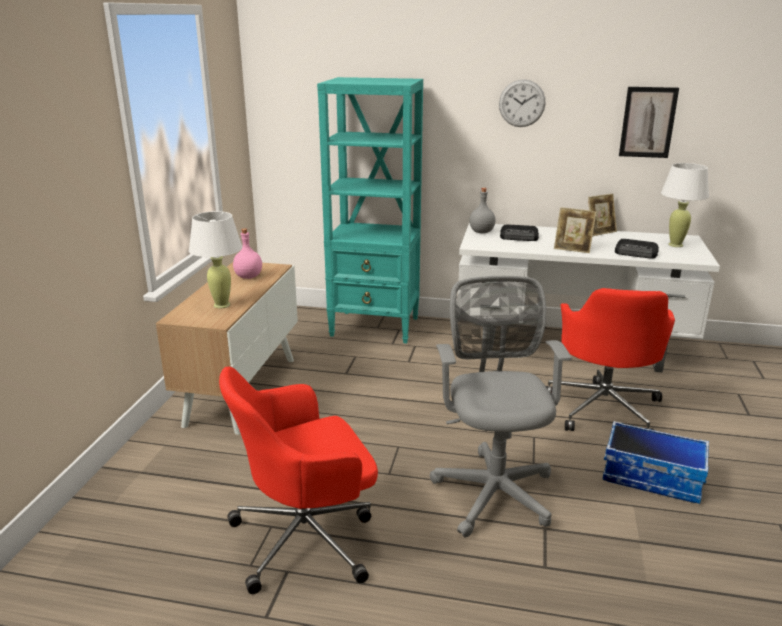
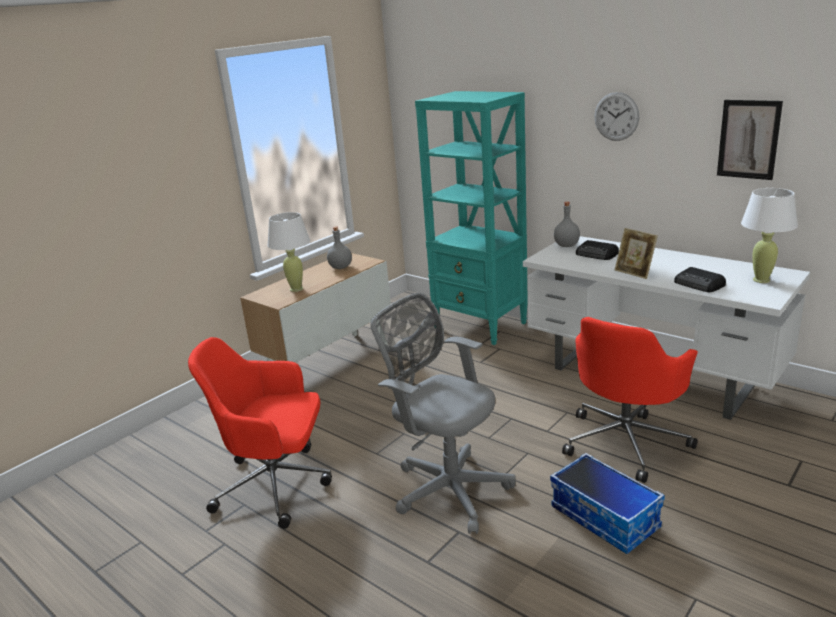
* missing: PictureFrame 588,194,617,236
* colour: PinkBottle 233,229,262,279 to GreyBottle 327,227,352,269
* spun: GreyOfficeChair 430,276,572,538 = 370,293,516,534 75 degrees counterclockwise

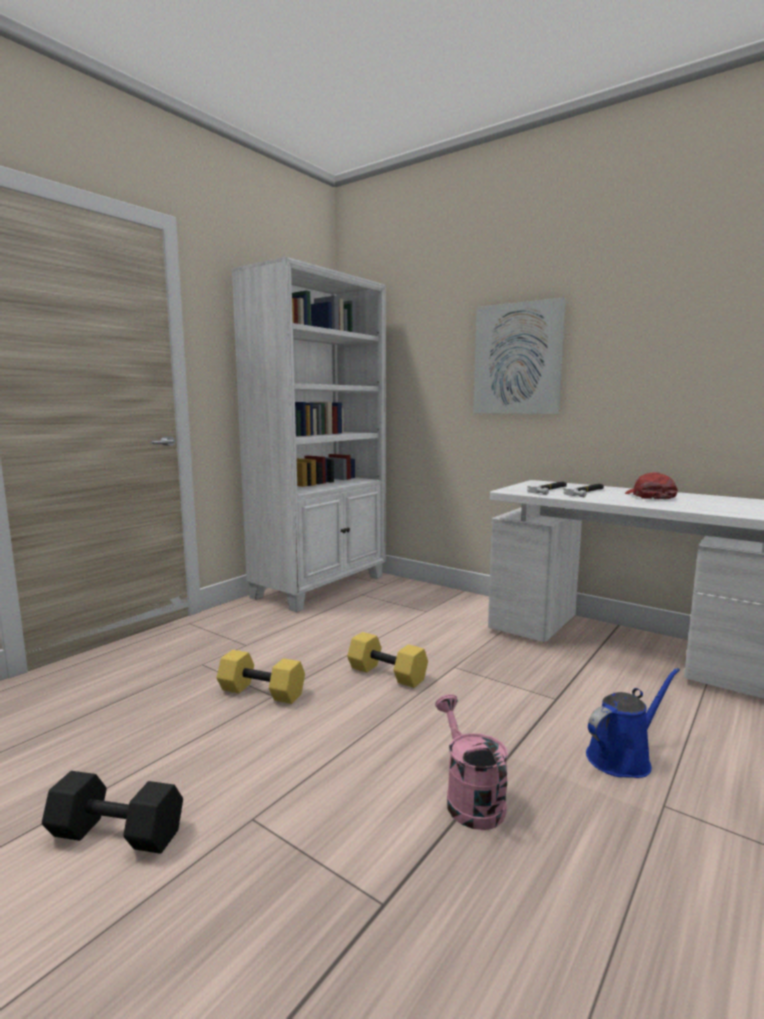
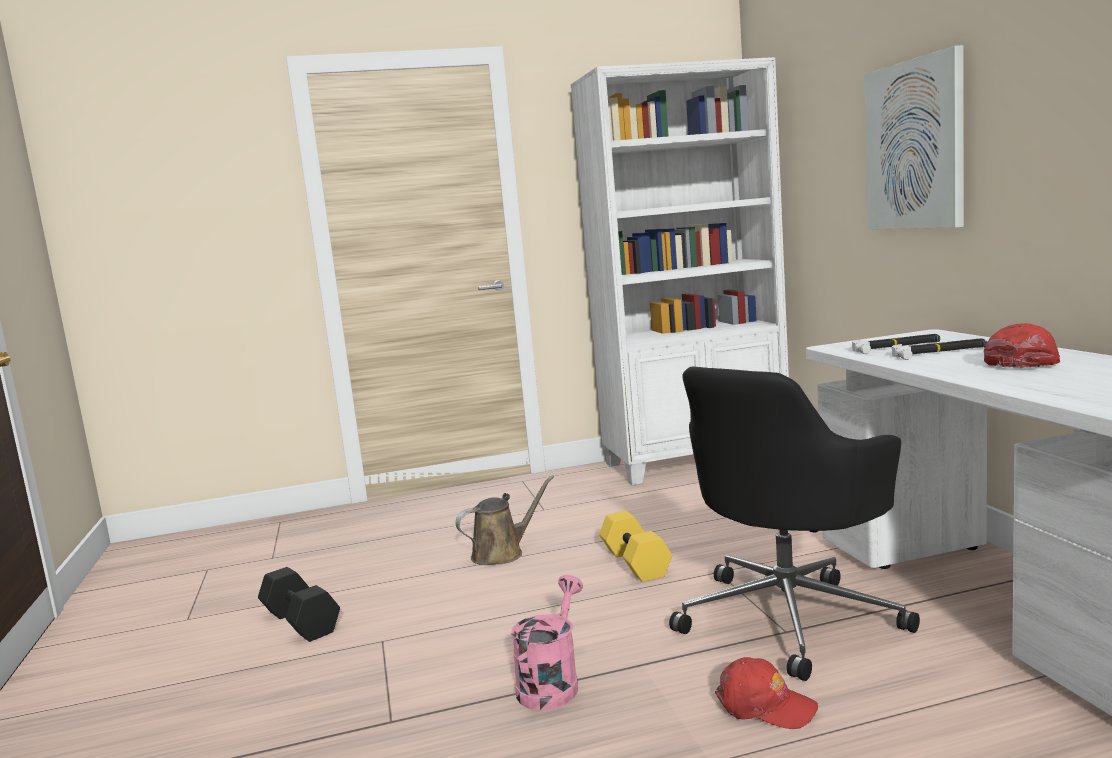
* exchanged: YellowDumbbell 217,650,305,704 to BrownWateringCan 455,475,554,565
* exchanged: BlueWateringCan 586,668,680,778 to RedCap 715,657,818,729
* appeared: BlackOfficeChair 669,367,920,681

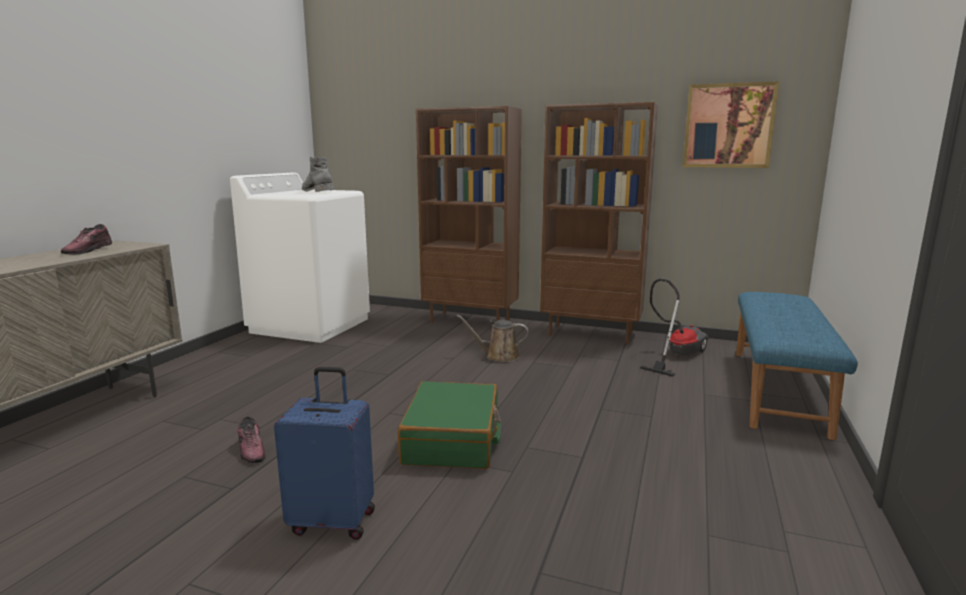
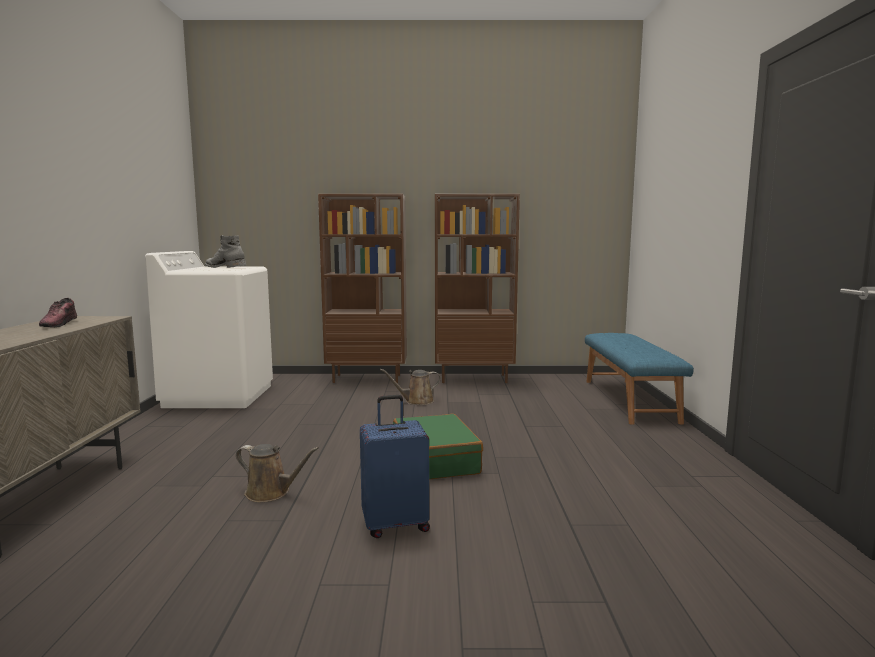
* missing: Picture 683,81,779,168
* missing: VacuumCleaner 640,279,709,377
* exchanged: Shoe 238,416,266,463 to BrownWateringCan 236,444,319,502

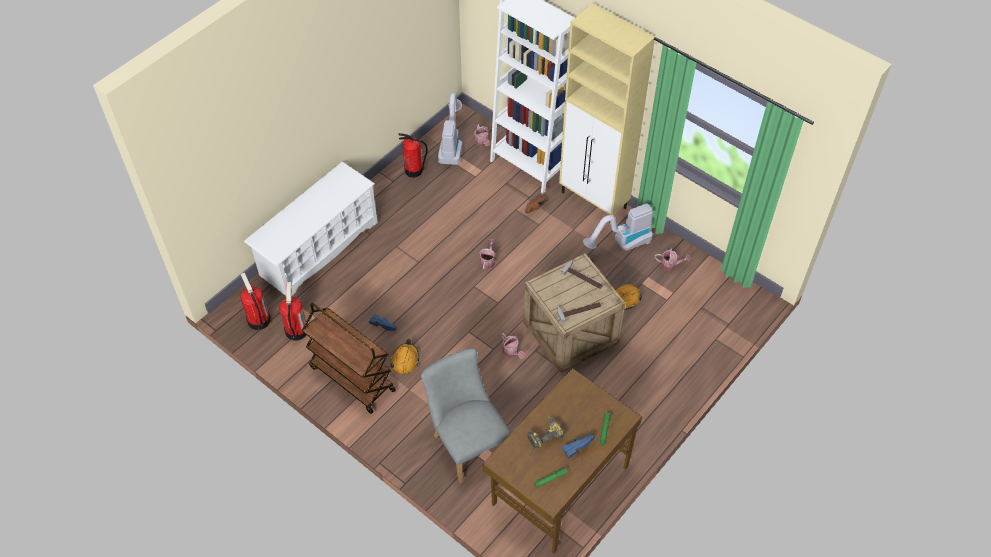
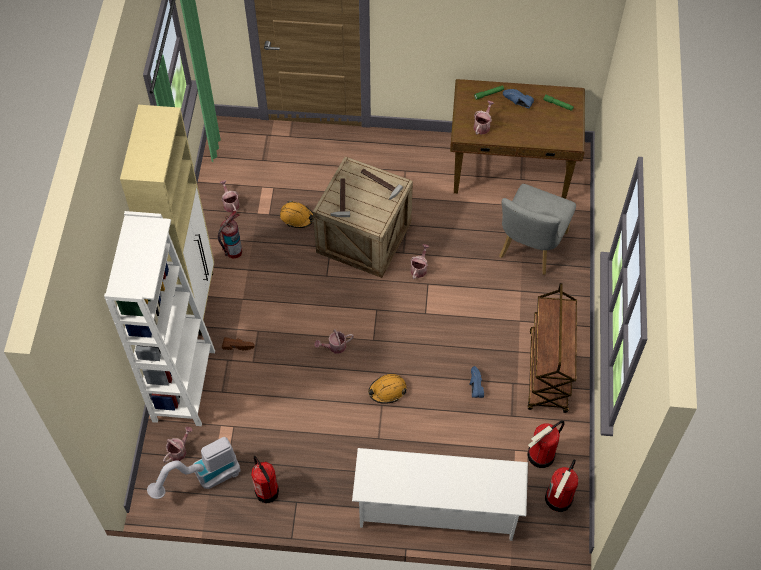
* exchanged: VacuumCleaner 583,203,653,251 to FireExtinguisher 218,211,242,258
* relocated: OrangeHardHat 390,339,419,374 to 368,374,406,404
* missing: PowerDrill 527,416,565,450
* appeared: WateringCan 474,101,494,135

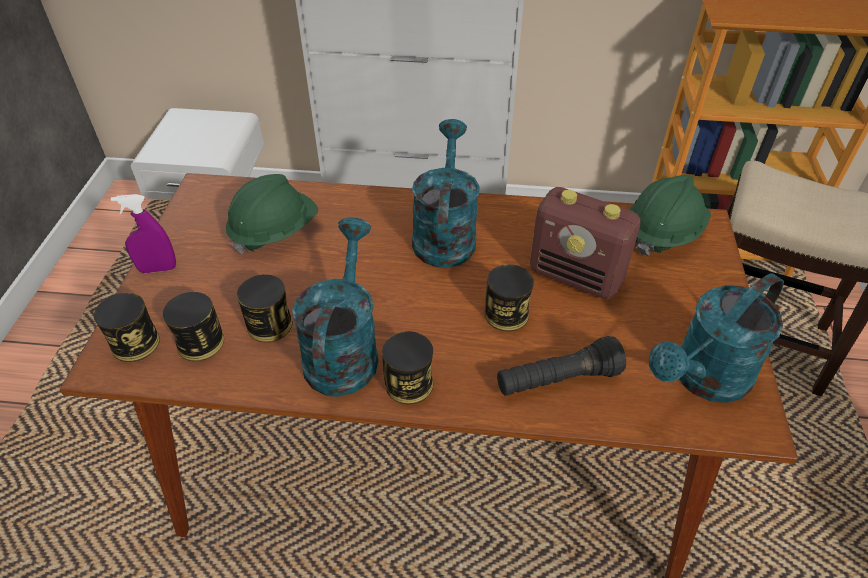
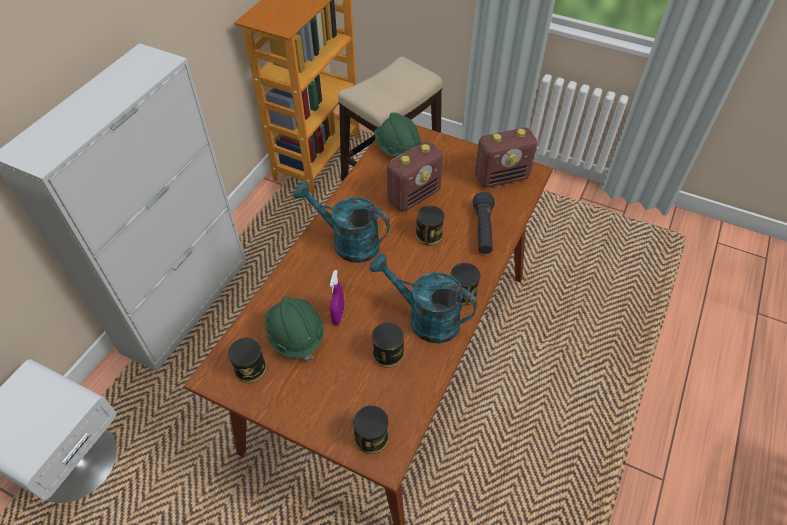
* relocated: PurpleSprayBottle 111,194,176,273 to 330,270,344,325
* exchanged: TurquoiseWateringCan 649,273,784,403 to Radio 474,128,537,188
* relocated: Can 163,292,224,361 to 228,338,266,383

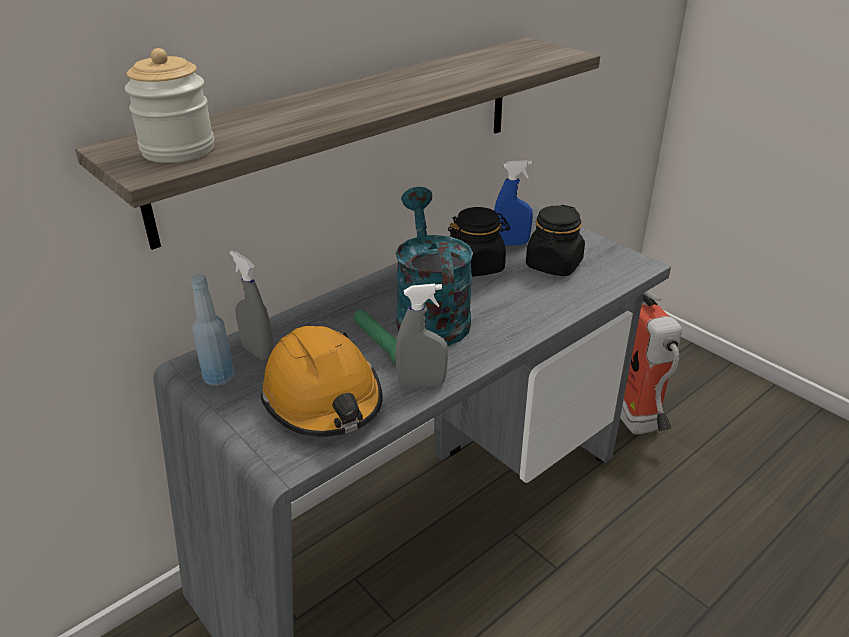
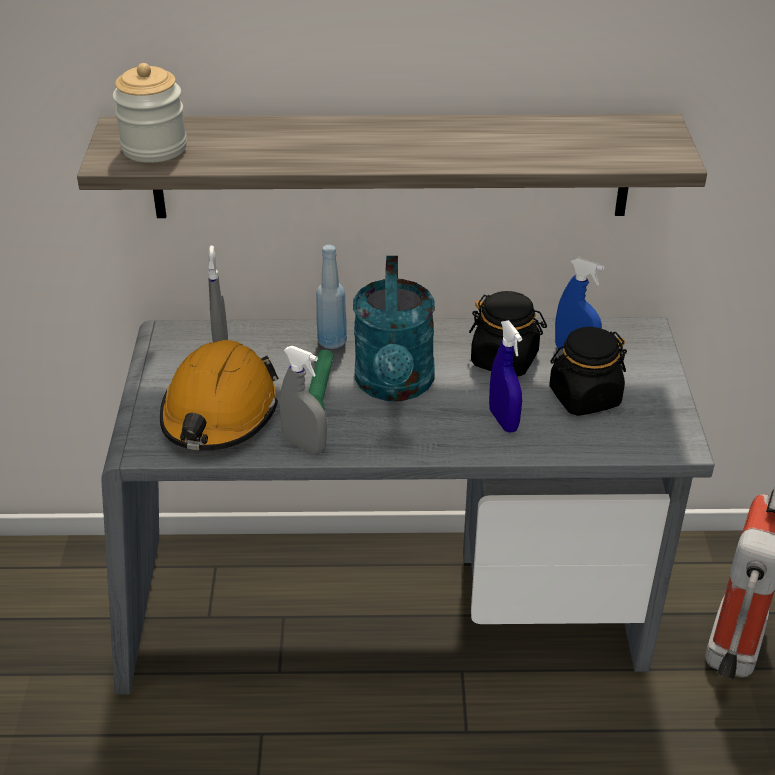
* spun: TurquoiseWateringCan 396,187,473,346 = 353,256,435,402 150 degrees clockwise
* relocated: BlueBottle 191,275,234,386 to 316,245,347,349
* appeared: BlueSprayBottle 489,320,522,432

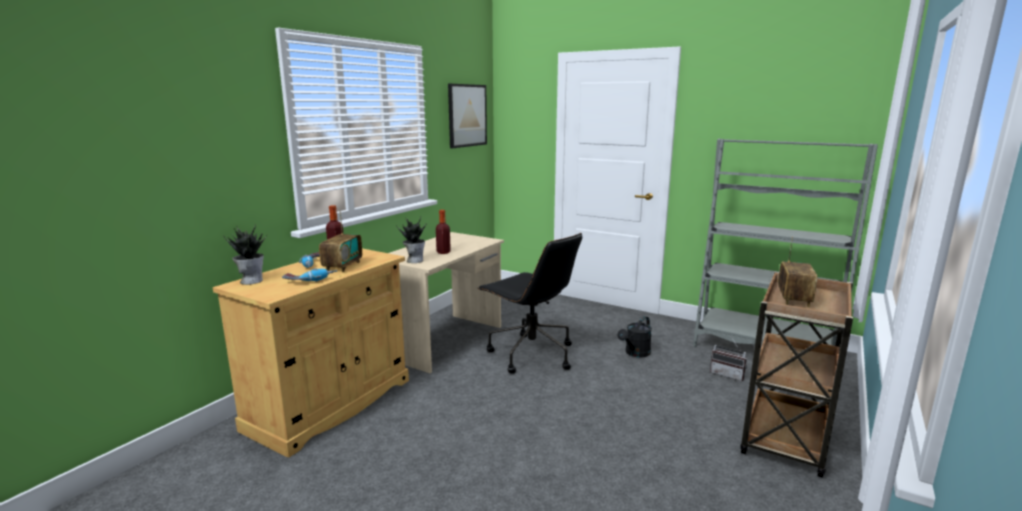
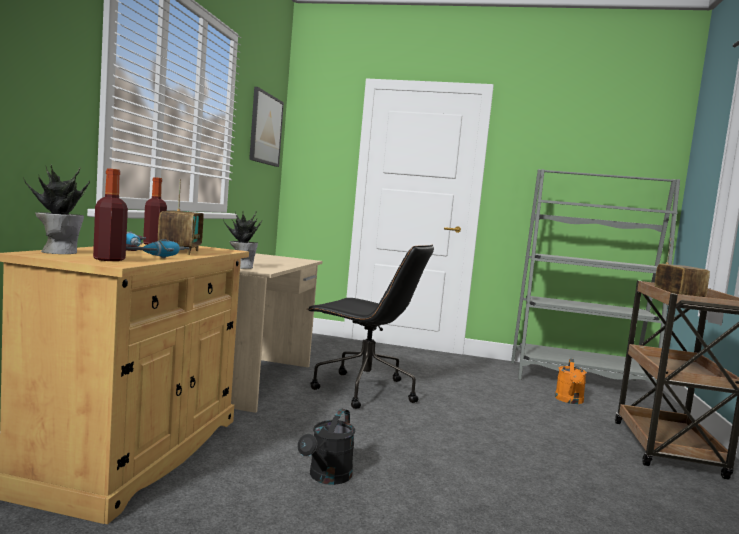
* relocated: Bottle 436,210,451,254 to 93,168,128,261
* relocated: BlackWateringCan 618,316,652,358 to 298,409,355,485
* exchanged: Radio 710,337,747,381 to OrangeWateringCan 555,359,587,404

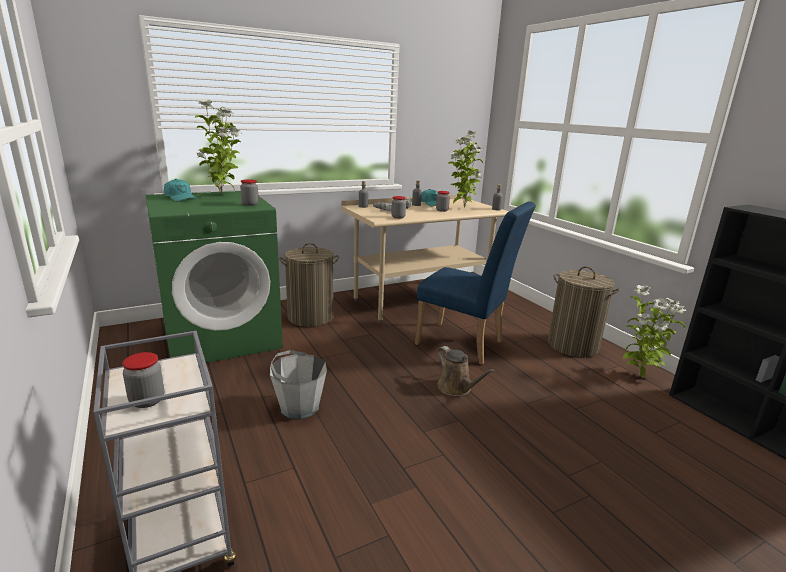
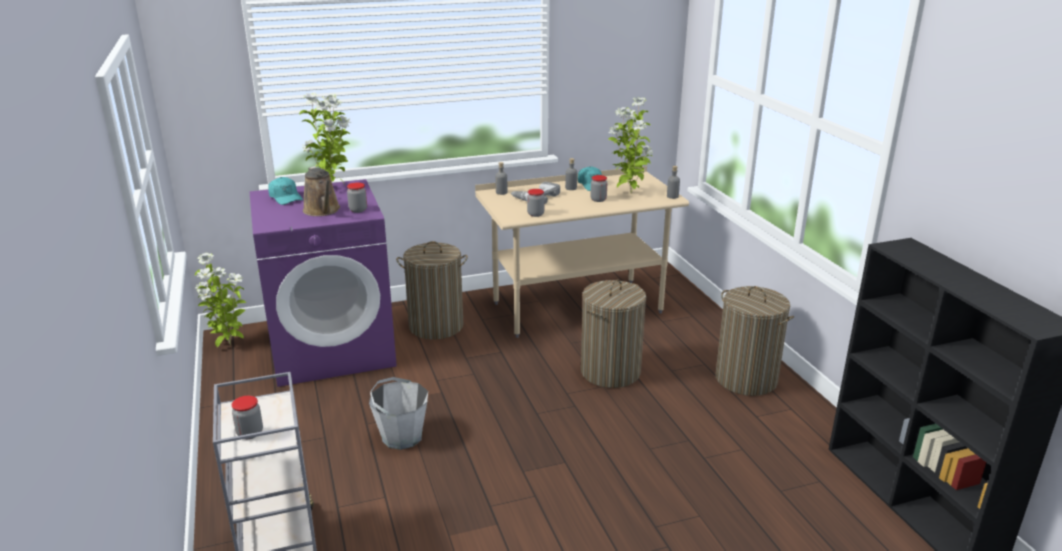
* colour: GreenWashingMachine 146,191,283,363 to PurpleWashingMachine 249,179,397,387
* exchanged: BlueChair 415,201,536,365 to LaundryBasket 581,279,646,388
* relocated: PottedPlant 623,285,686,378 to 195,253,246,347
* relocated: BrownWateringCan 437,346,495,396 to 303,166,340,216

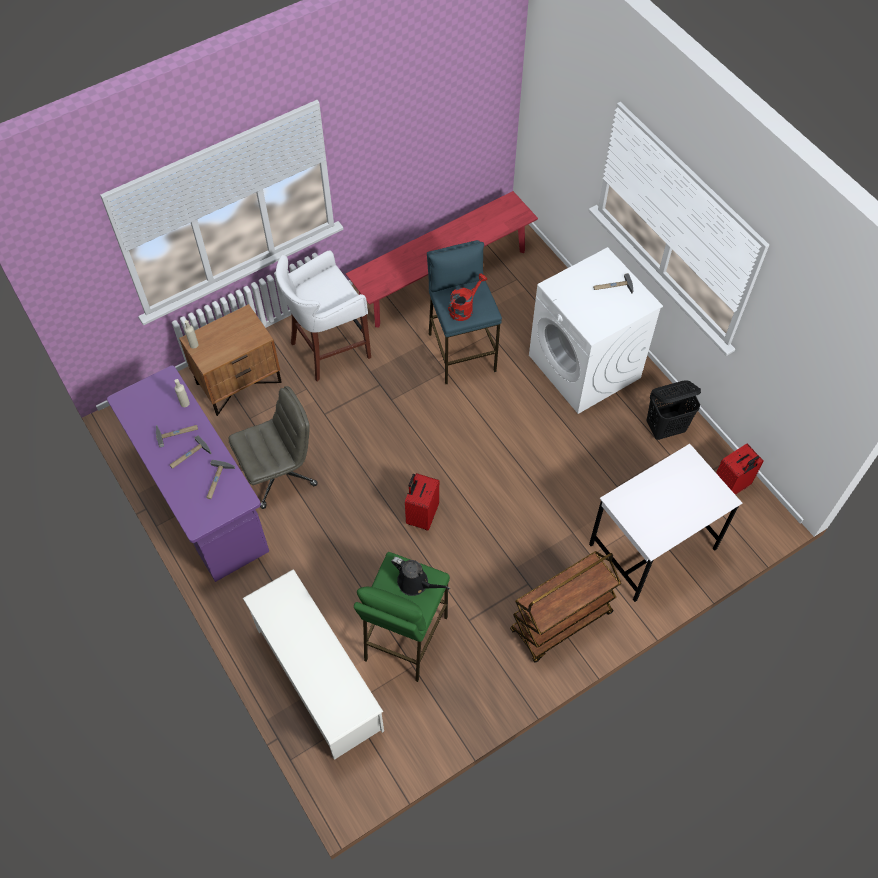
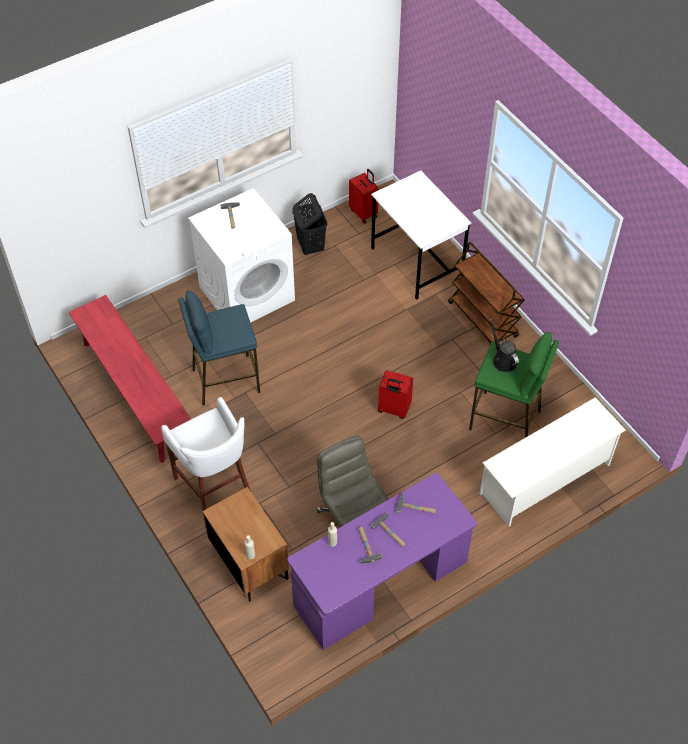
* missing: RedWateringCan 448,273,487,321
* spun: BlackWateringCan 391,557,450,596 = 490,319,519,372 60 degrees counterclockwise

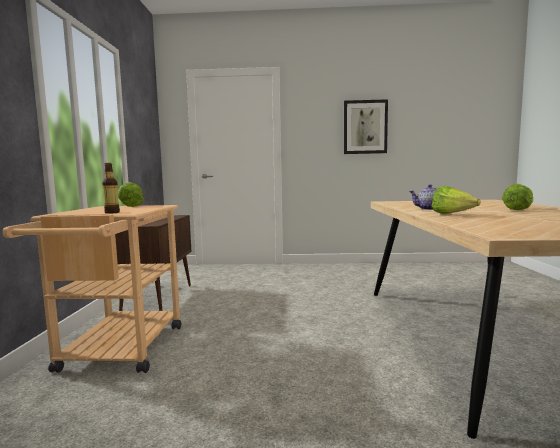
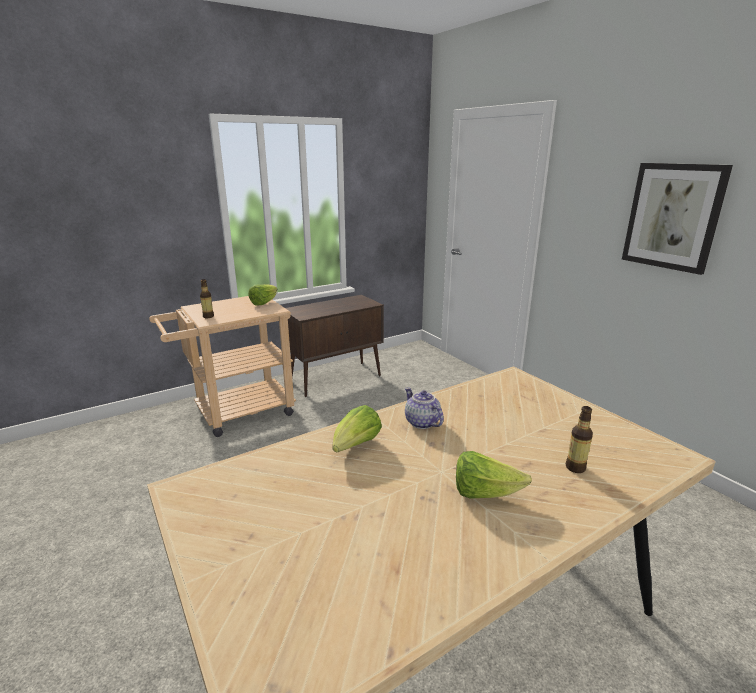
* appeared: Bottle 566,406,593,473

